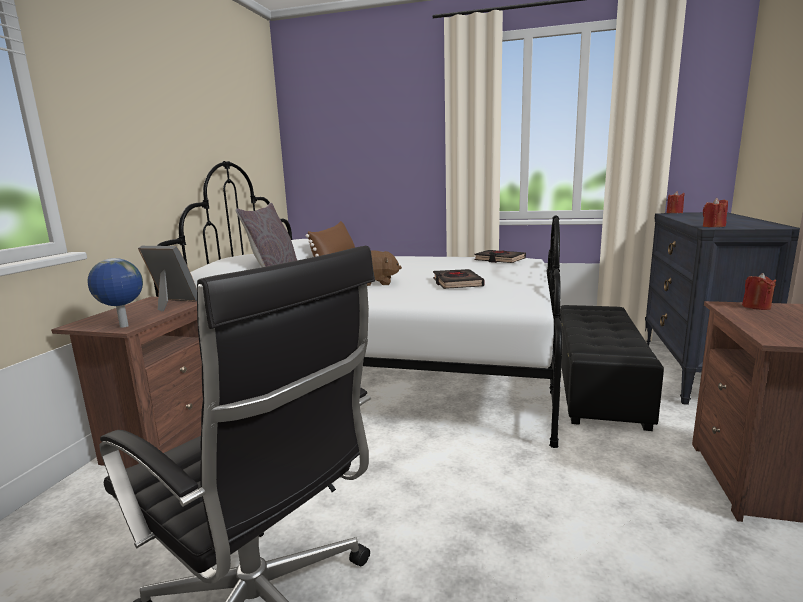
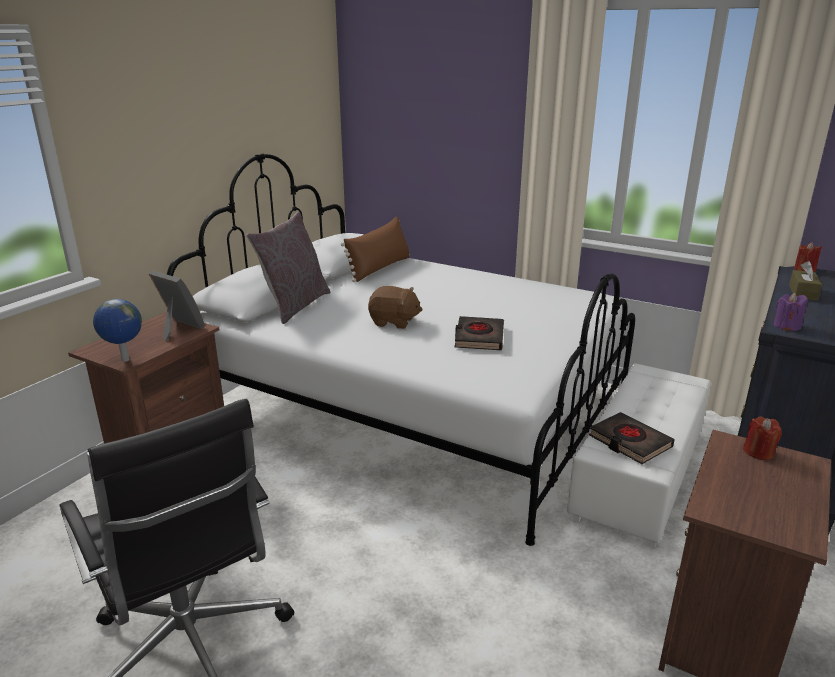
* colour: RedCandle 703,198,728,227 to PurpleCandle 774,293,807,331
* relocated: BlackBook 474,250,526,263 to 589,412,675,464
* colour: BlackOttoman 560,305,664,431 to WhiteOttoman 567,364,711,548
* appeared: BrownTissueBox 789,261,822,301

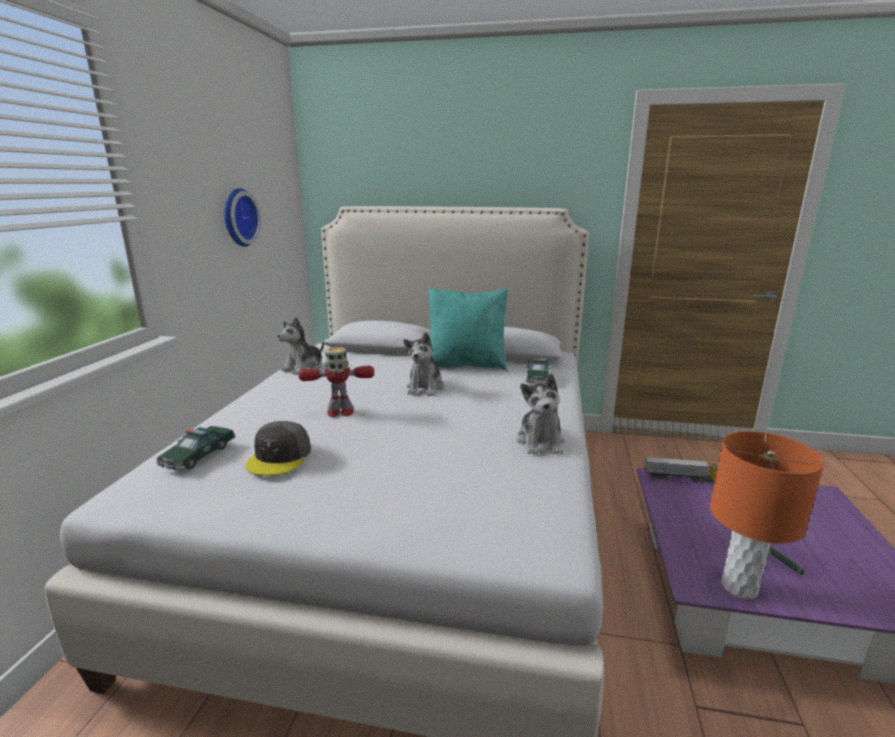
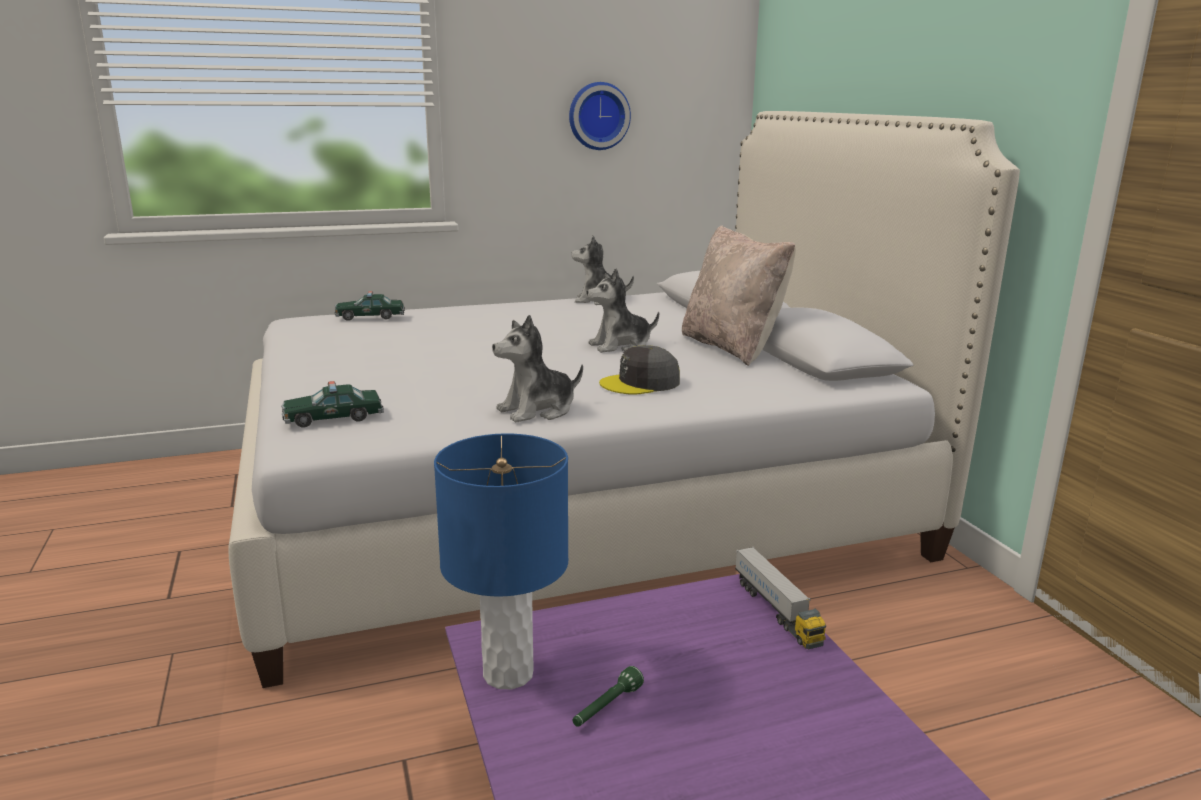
* colour: TurquoisePillow 428,288,508,370 to BeigePillow 682,225,796,366
* missing: ToyRobot 299,347,374,417
* relocated: ToyCar 526,358,550,383 to 281,381,384,427
* relocated: GreyCap 246,421,311,476 to 599,345,680,395
* colour: OrangeTableLamp 710,431,824,599 to BlueTableLamp 434,433,568,689

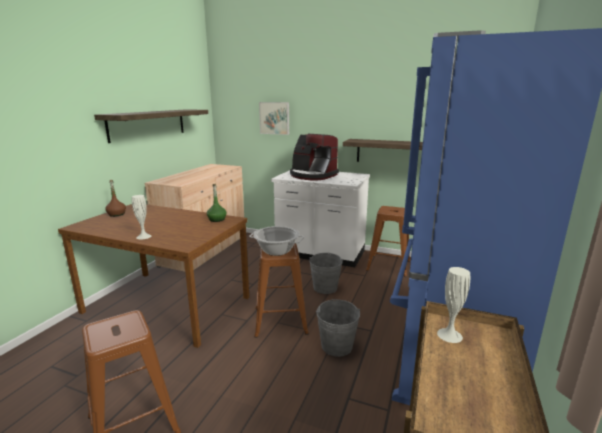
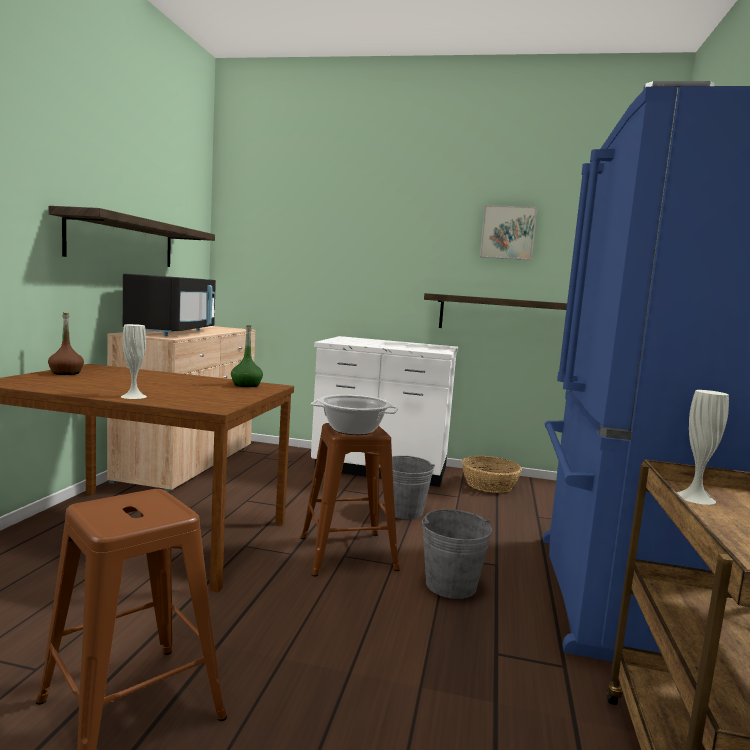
* relocated: Picture 259,102,289,135 to 480,205,537,260
* missing: CoffeeMachine 290,134,339,180
* exchanged: BrownStool 366,206,410,277 to Basket 462,456,522,493
* appeared: BlackMicrowave 122,274,216,336

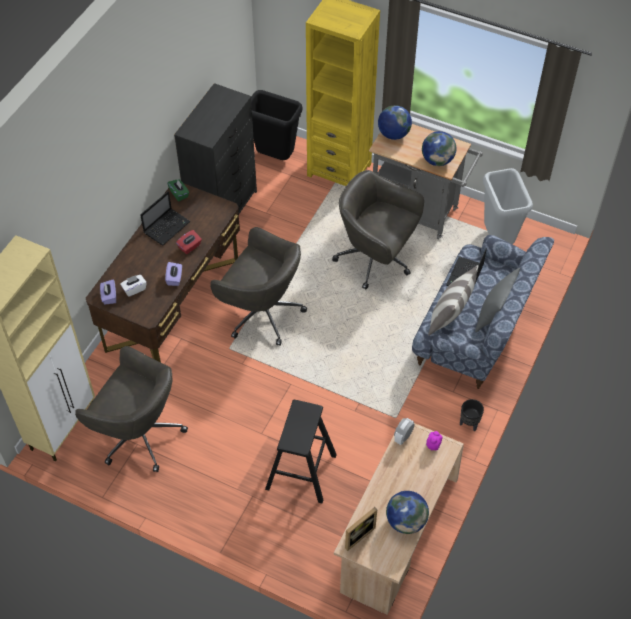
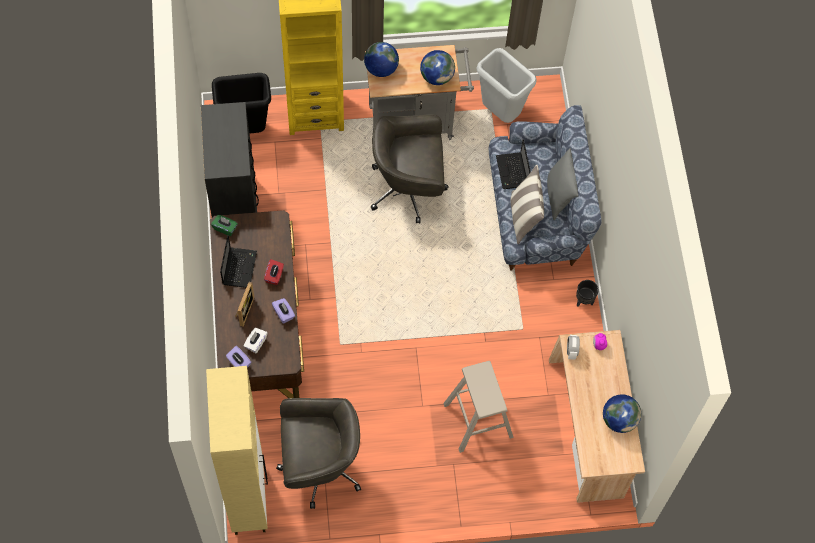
* missing: GreyOfficeChair 210,227,307,346
* colour: BlackStool 265,400,337,503 to BeigeStool 443,361,514,453
* relocated: PictureFrame 345,507,377,551 to 235,282,254,326

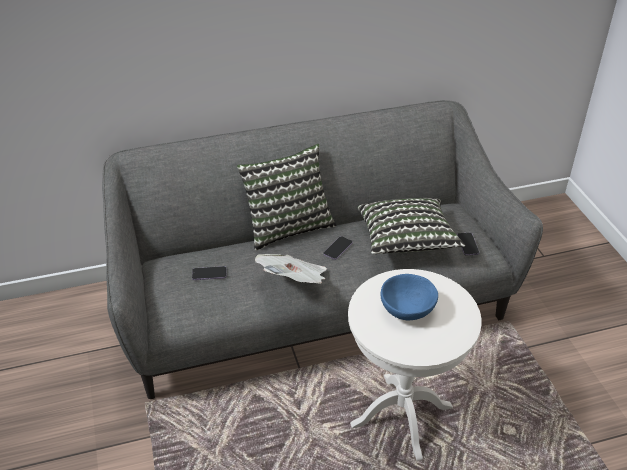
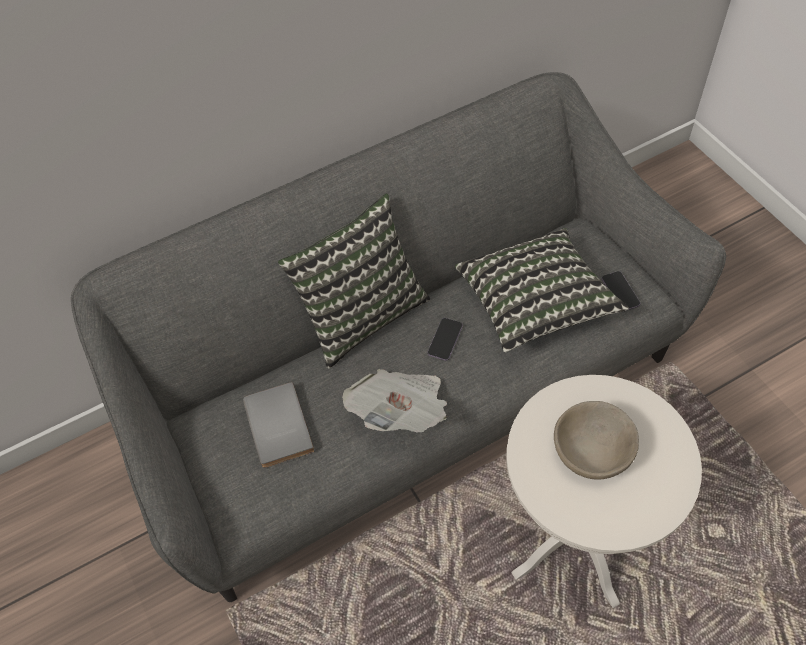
* exchanged: Phone 192,266,226,280 to GreyBook 243,382,315,468
* colour: BlueBowl 380,274,438,320 to BeigeBowl 554,401,639,480

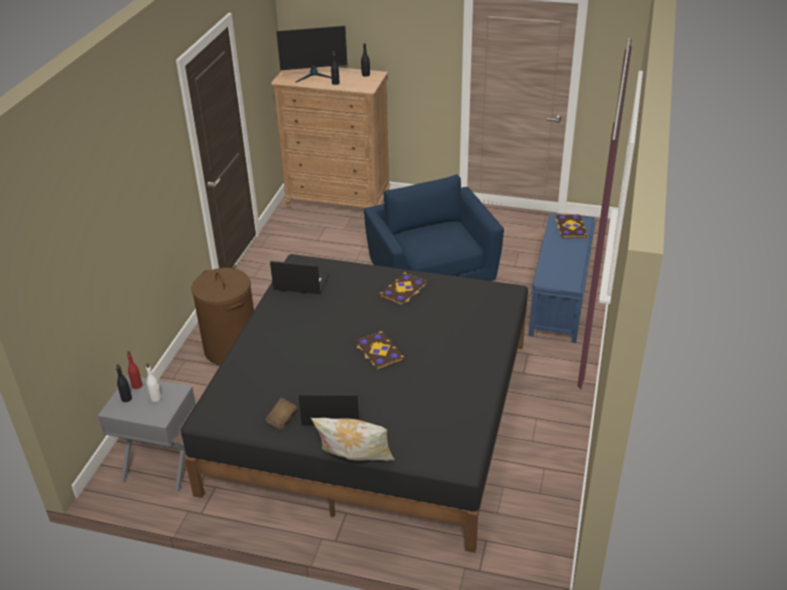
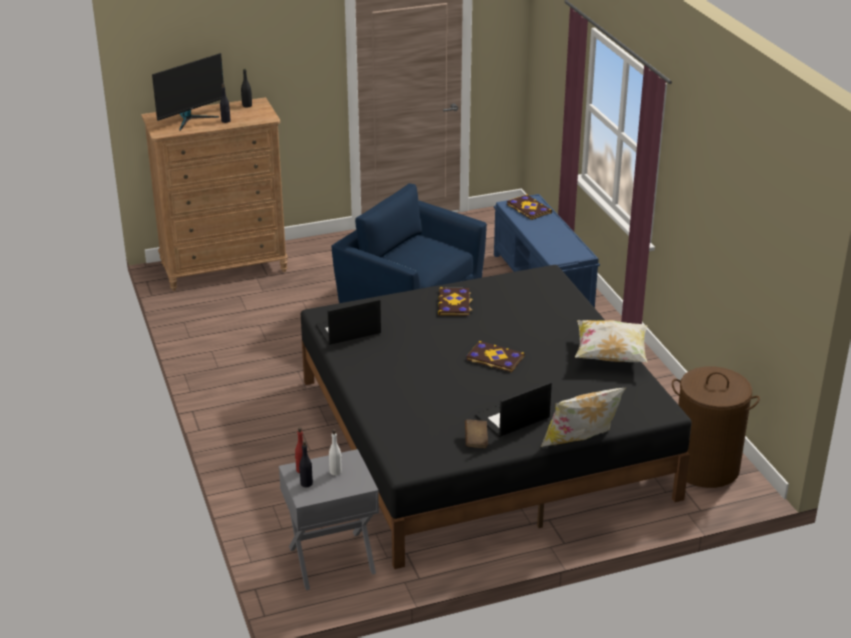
* relocated: BrownLaundryBasket 191,268,254,365 to 672,366,760,488
* appeared: Pillow 575,320,648,362

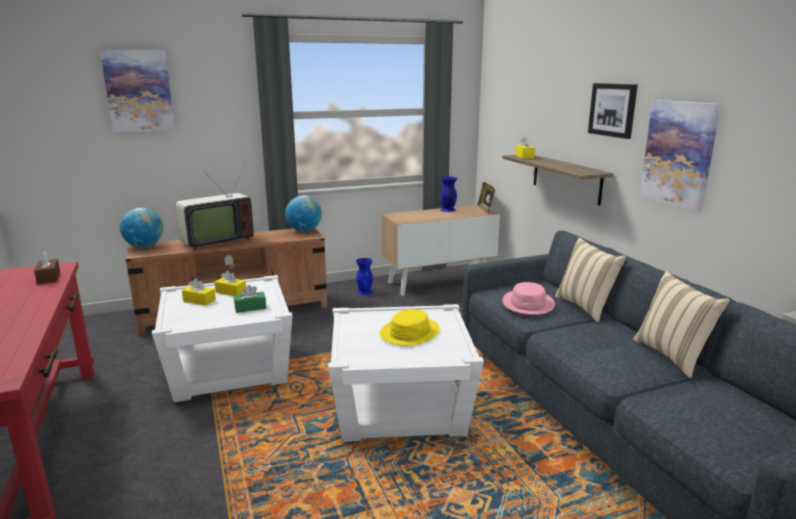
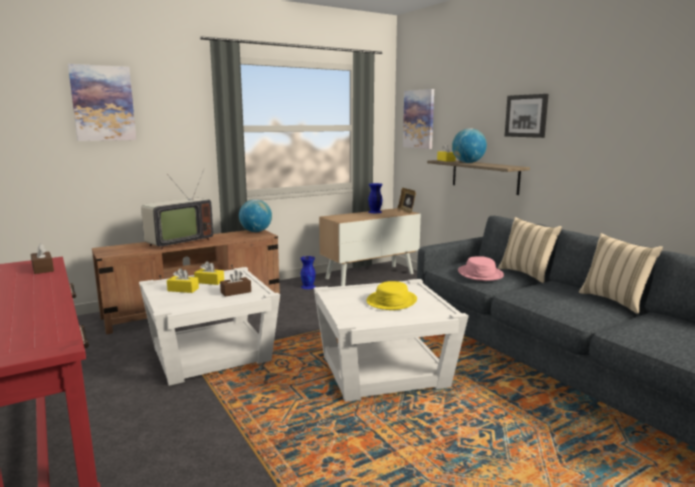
* relocated: Picture 639,100,721,211 to 403,89,434,149
* relocated: Globe 120,208,163,247 to 452,128,487,163
* colour: GreenTissueBox 234,285,266,313 to BrownTissueBox 220,270,251,297

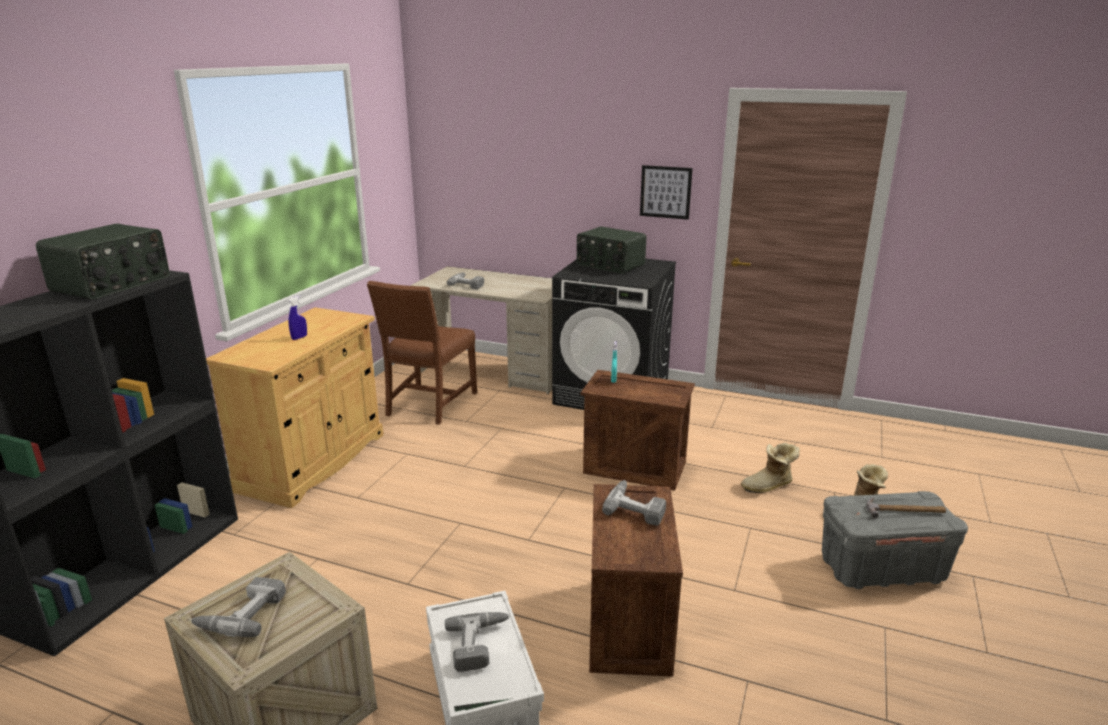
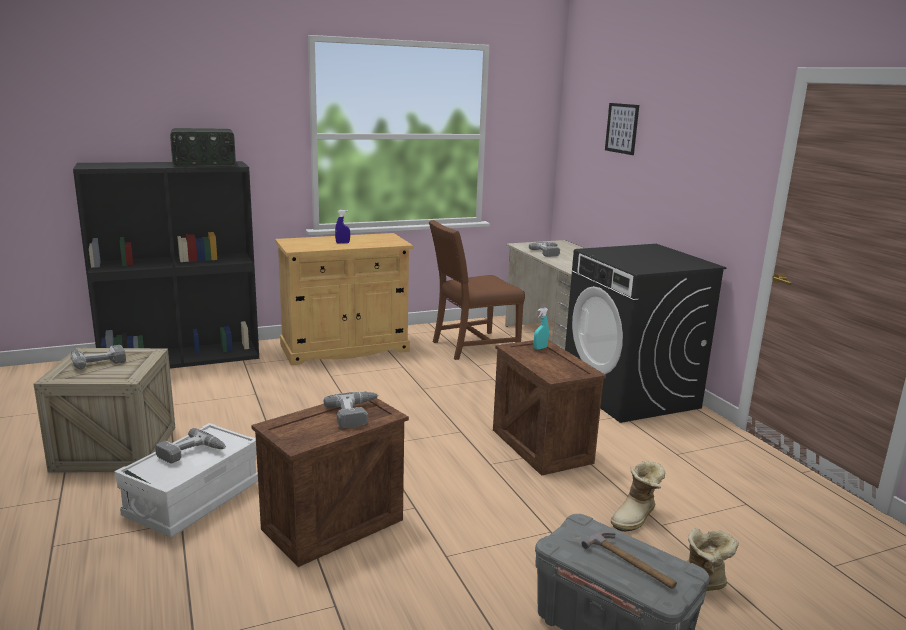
* relocated: Picture 640,165,693,220 to 605,103,639,155
* missing: Radio 577,226,646,274
* spun: Boot 741,442,800,493 = 611,461,665,532 75 degrees counterclockwise

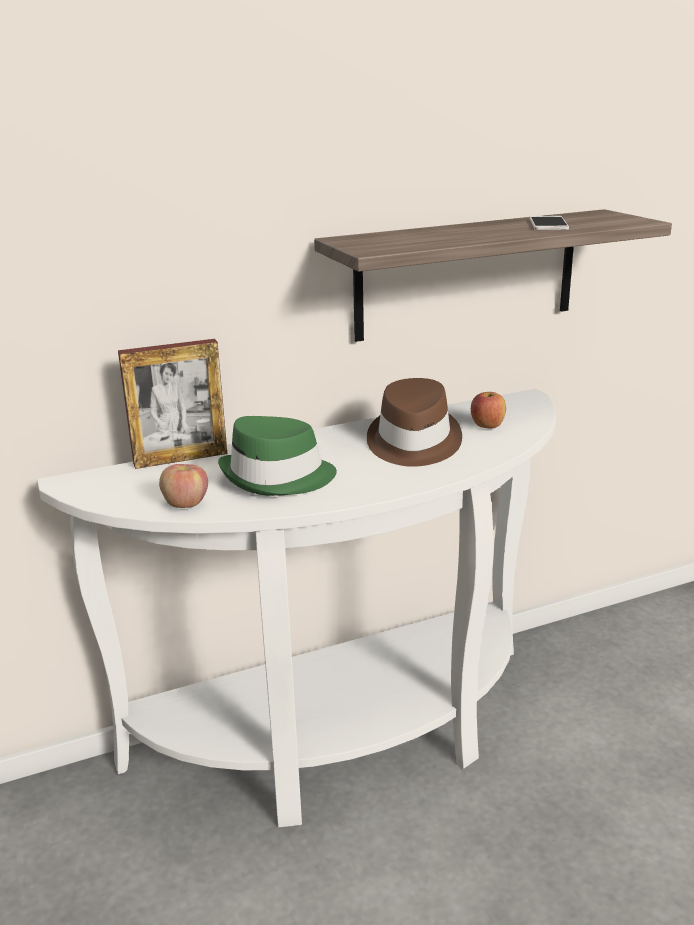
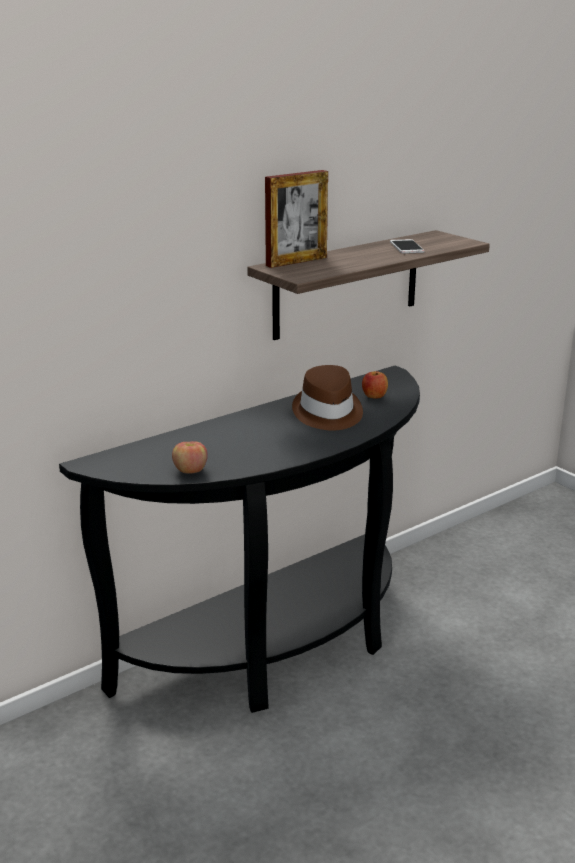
* relocated: PictureFrame 118,339,227,469 to 265,170,328,268
* colour: WhiteConsoleTable 37,389,556,827 to BlackConsoleTable 59,366,420,713
* missing: GreenHat 218,416,337,496

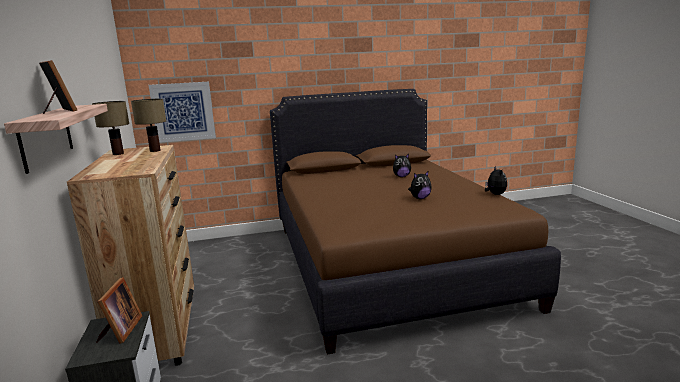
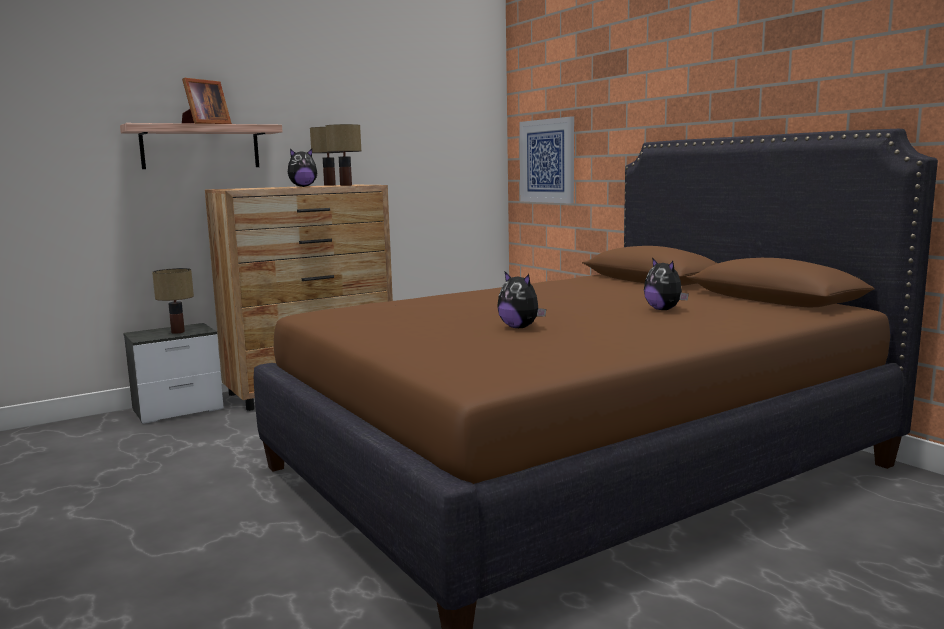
* relocated: PlushToy 485,166,507,195 to 288,149,318,187
* exchanged: PictureFrame 96,277,142,344 to TableLamp 152,268,194,334

